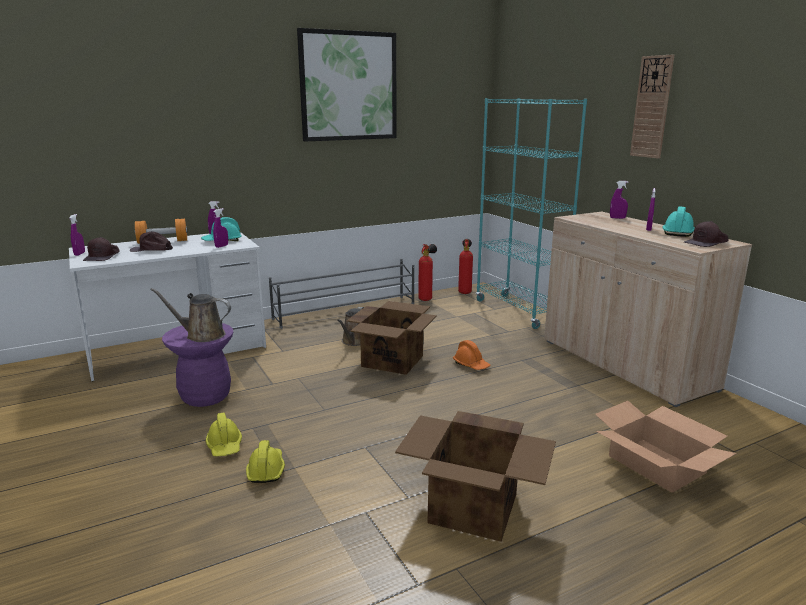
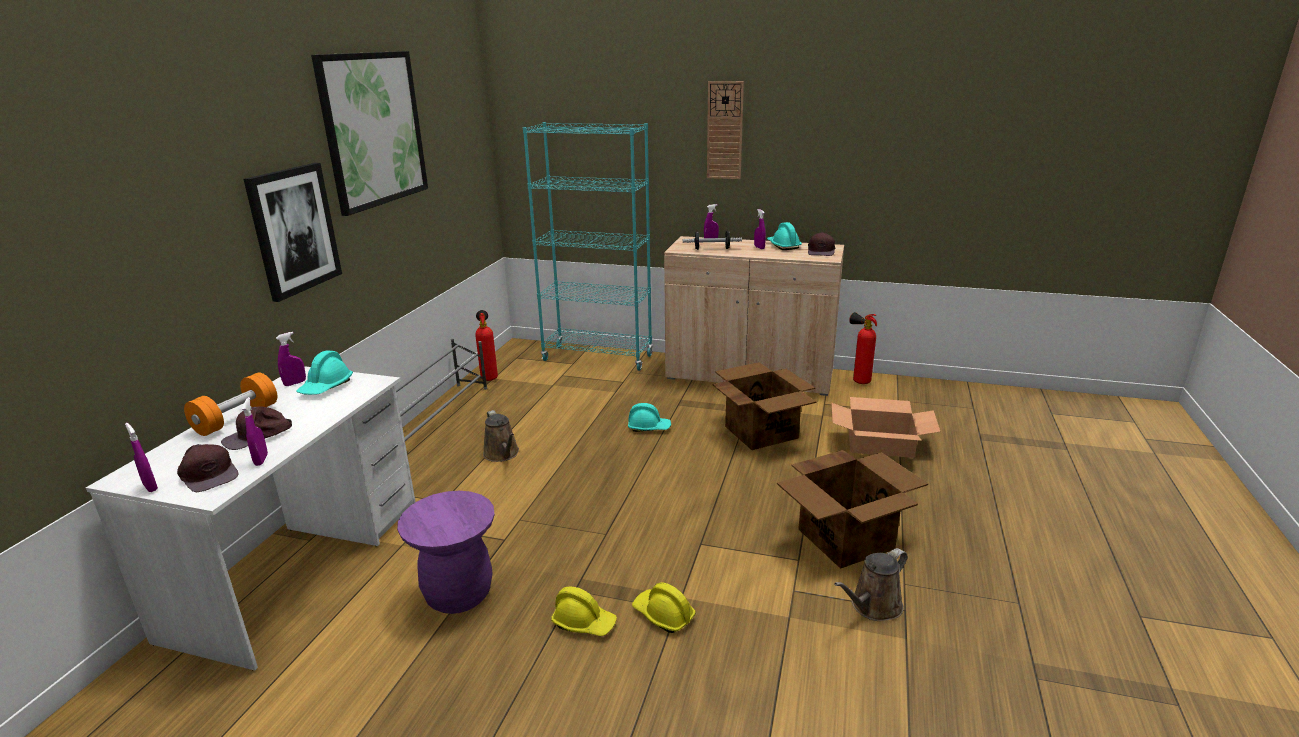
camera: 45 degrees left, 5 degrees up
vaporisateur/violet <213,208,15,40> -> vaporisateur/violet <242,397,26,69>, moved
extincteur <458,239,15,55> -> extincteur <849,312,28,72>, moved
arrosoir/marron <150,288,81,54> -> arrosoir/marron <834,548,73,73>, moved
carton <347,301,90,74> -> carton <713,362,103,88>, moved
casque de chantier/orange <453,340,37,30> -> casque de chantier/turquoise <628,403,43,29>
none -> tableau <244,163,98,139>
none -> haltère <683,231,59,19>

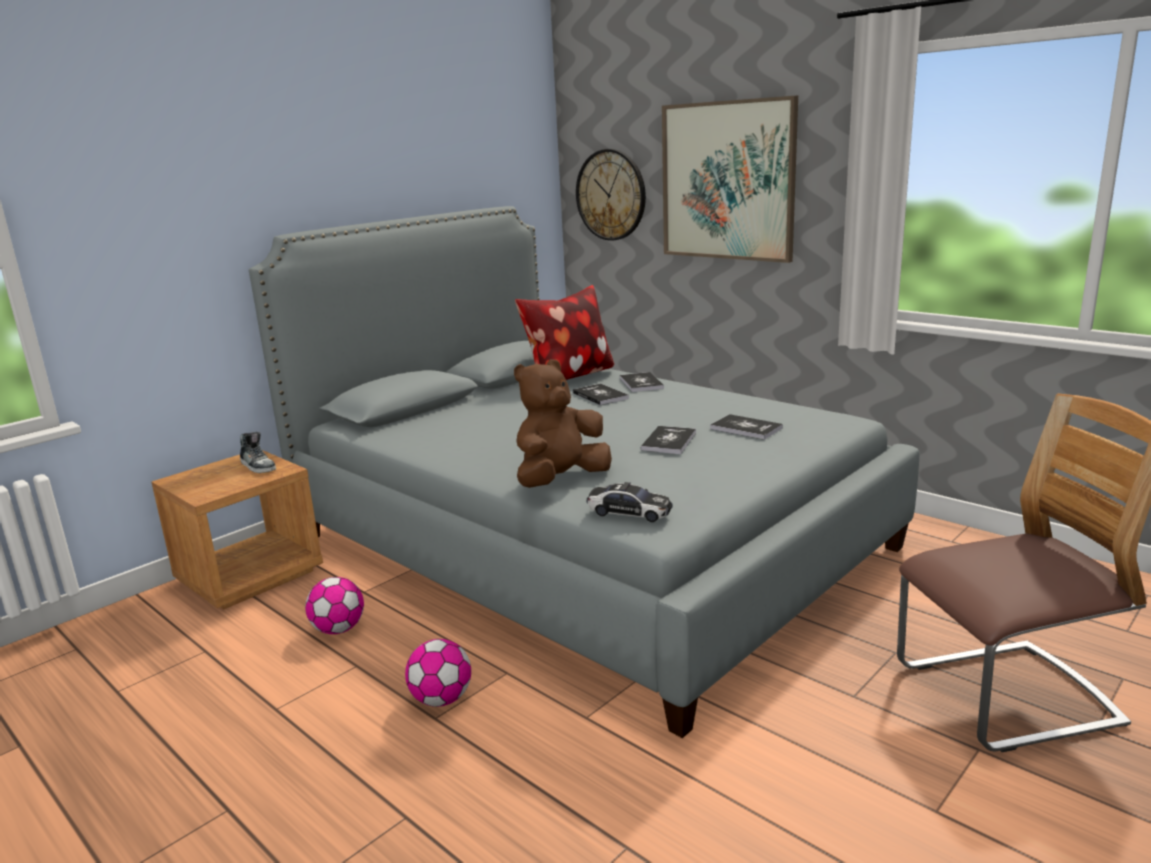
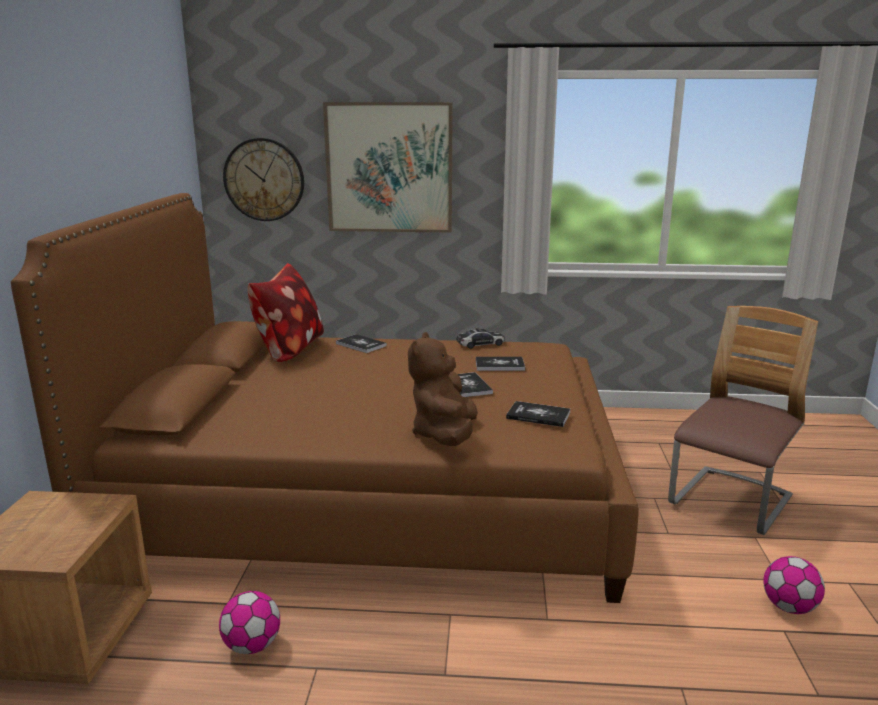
camera: 40 degrees left, 0 degrees up
lit/gris <249,206,671,532> -> lit/marron <11,193,628,410>
livre <573,383,56,22> -> livre <506,401,64,26>, moved
chaussure <240,432,36,41> -> none
petite voiture <586,482,86,40> -> petite voiture <456,328,49,21>, moved
ballon de foot <405,639,66,68> -> ballon de foot <763,556,62,58>, moved

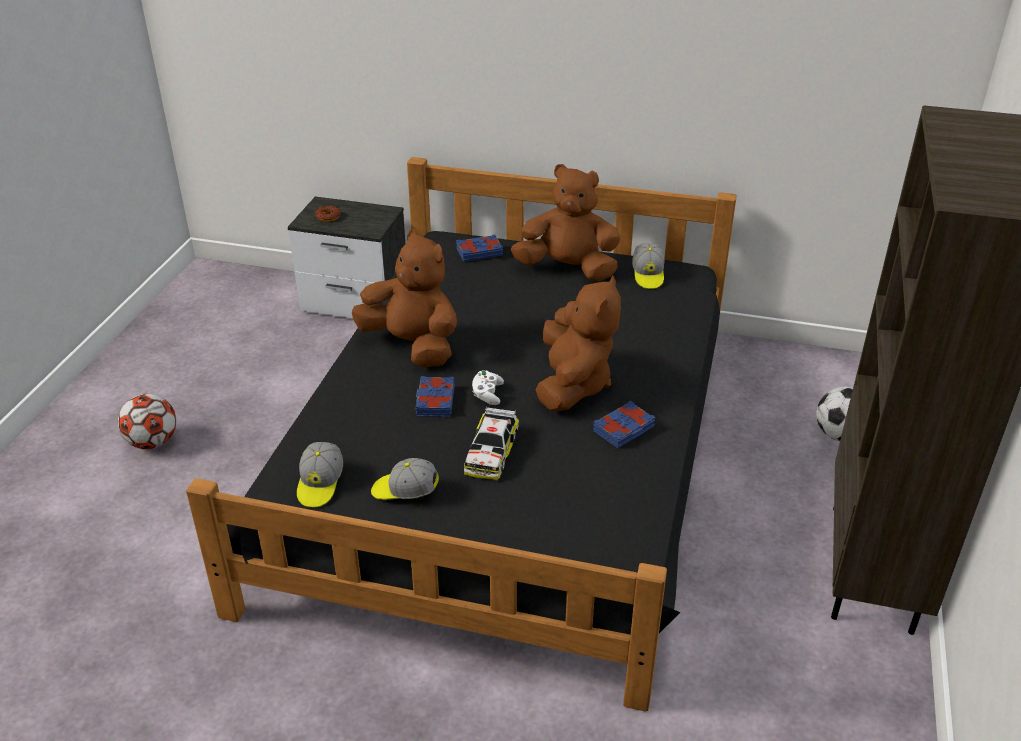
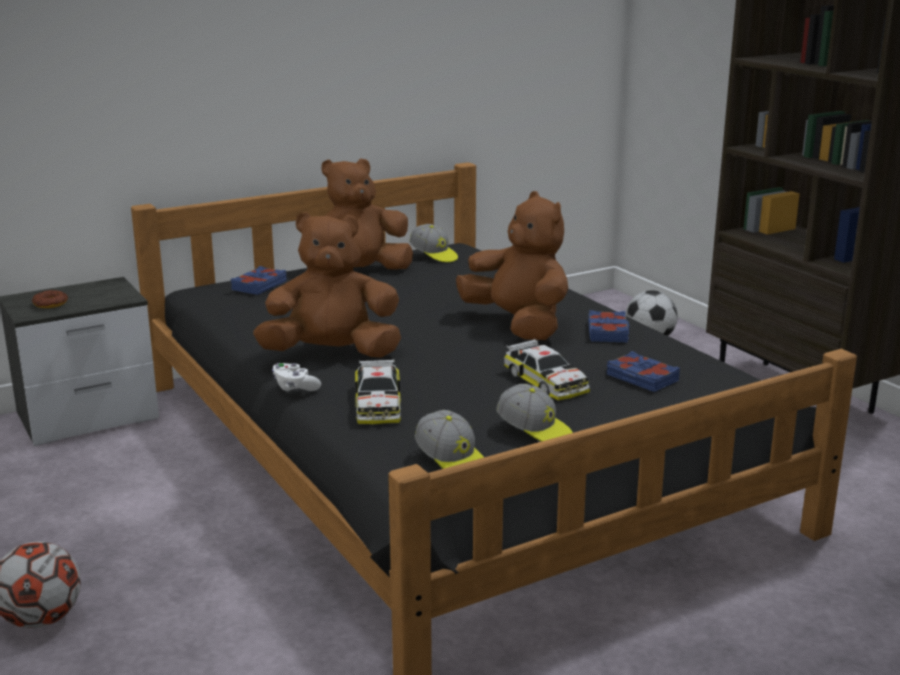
camera: 45 degrees left, 15 degrees down
manette/blanc <472,370,32,35> -> manette/blanc <272,363,49,28>, moved
livre/bleu <416,376,39,41> -> livre/bleu <607,351,73,41>, moved
casquette <371,458,68,42> -> casquette <496,384,77,58>, 105 degrees counterclockwise
none -> petite voiture <355,360,46,64>

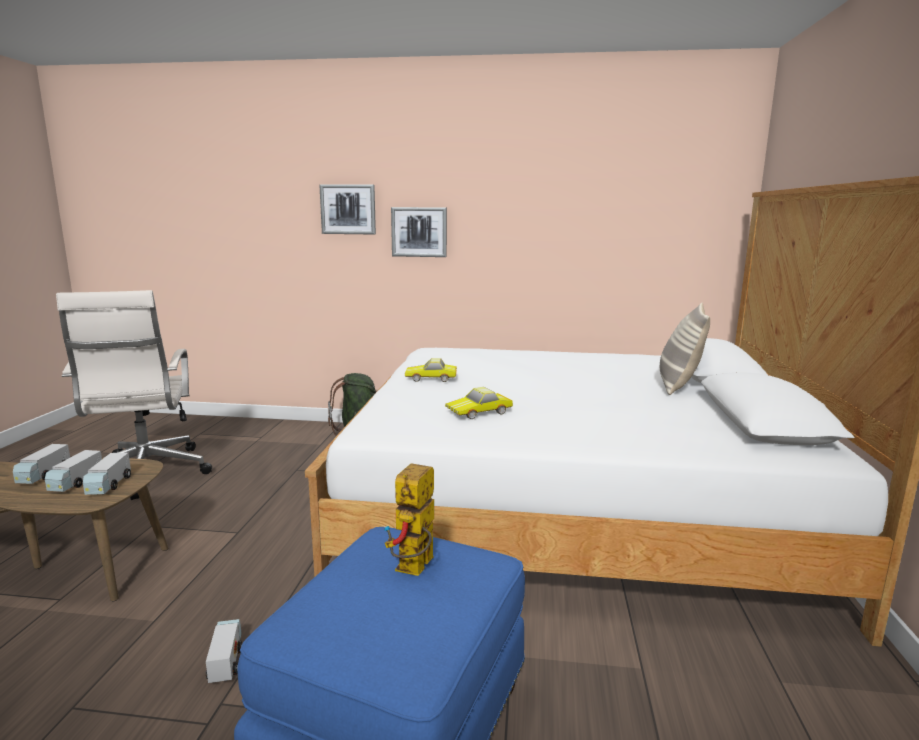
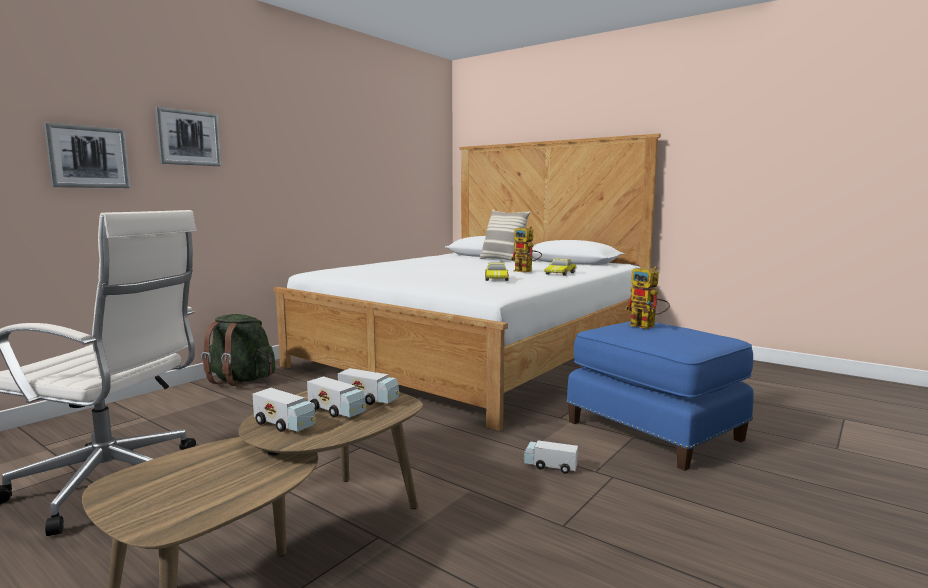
camera: 60 degrees left, 5 degrees down
tableau <391,207,56,50> -> tableau <44,123,86,65>, moved
petite voiture <405,358,52,24> -> petite voiture <544,258,33,18>, moved
none -> robot jouet <511,226,31,47>

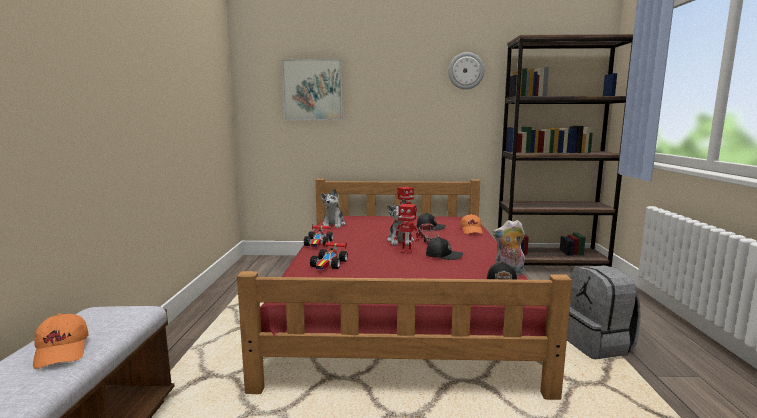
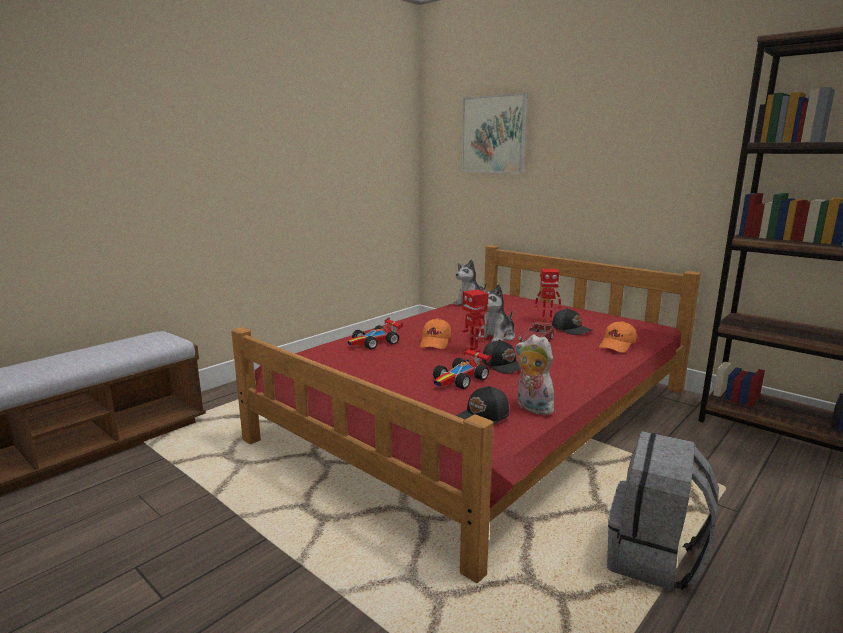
camera: 40 degrees right, 5 degrees up
horloge murale <449,52,35,38> -> none
petite voiture <304,225,29,22> -> petite voiture <433,347,58,42>, moved
casquette/orange <33,313,55,56> -> casquette/orange <420,318,31,31>, moved

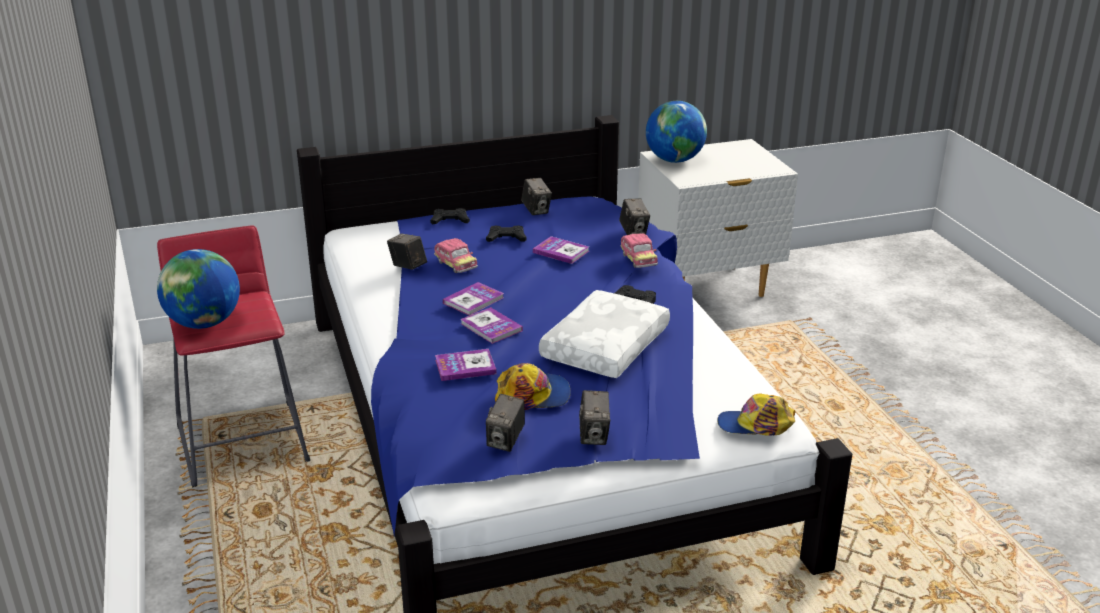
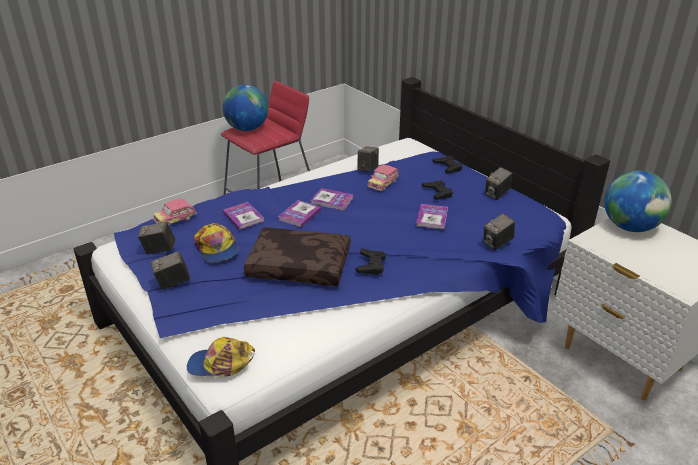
camera: 70 degrees right, 5 degrees up
petite voiture <621,233,37,35> -> petite voiture <153,199,44,27>, moved
coussin/blanc <539,290,131,88> -> coussin/marron <244,227,106,59>
casquette <717,393,79,43> -> casquette <187,337,68,40>, 75 degrees counterclockwise

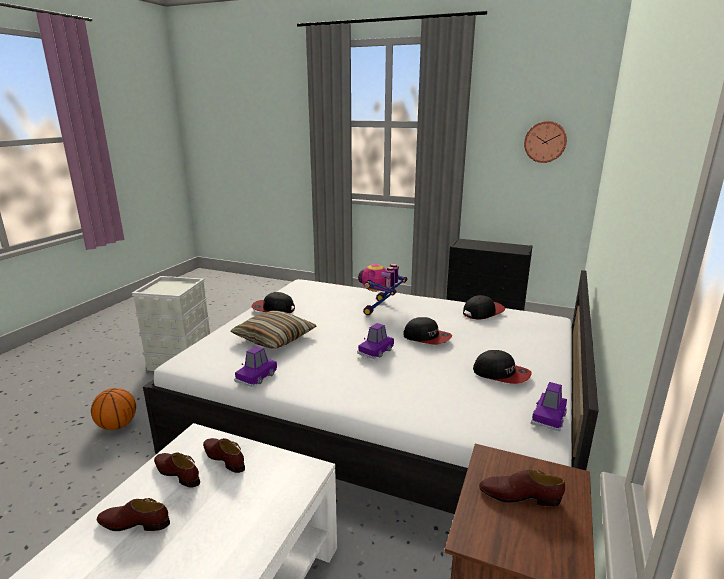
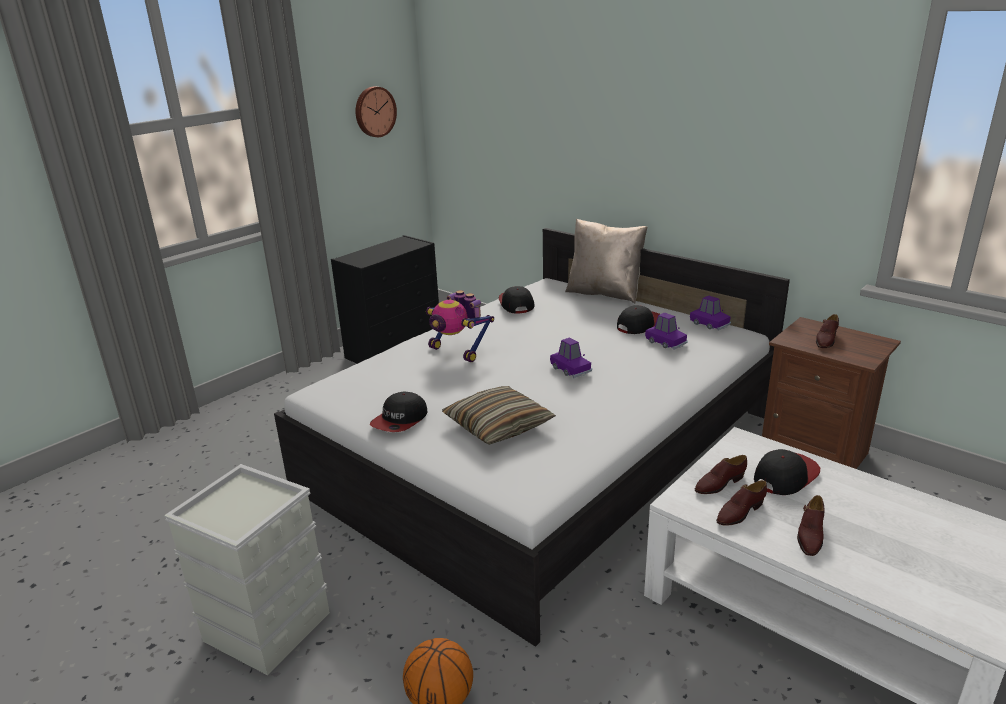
camera: 70 degrees left, 5 degrees up
casquette <403,317,49,27> -> casquette <754,449,66,46>, moved
petite voiture/violet <234,346,43,41> -> petite voiture/violet <645,312,43,38>, moved
none -> coussin/beige <565,219,83,84>

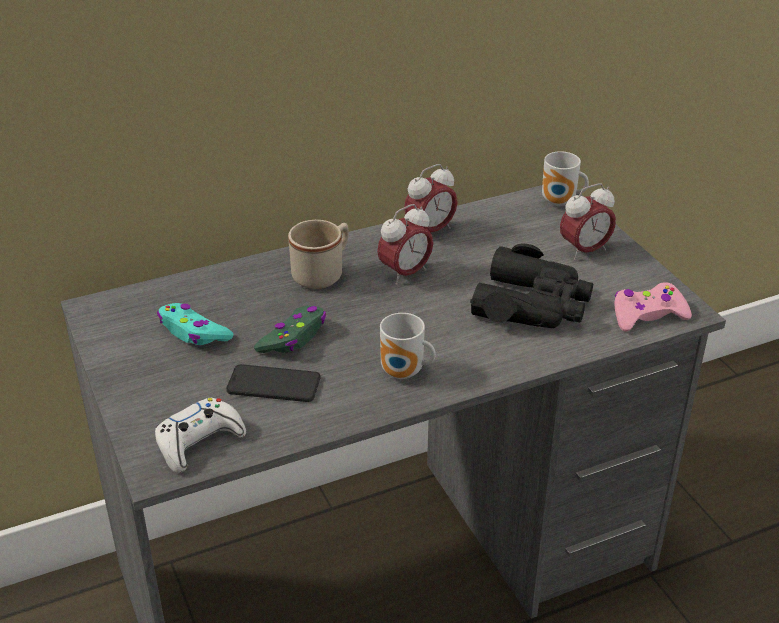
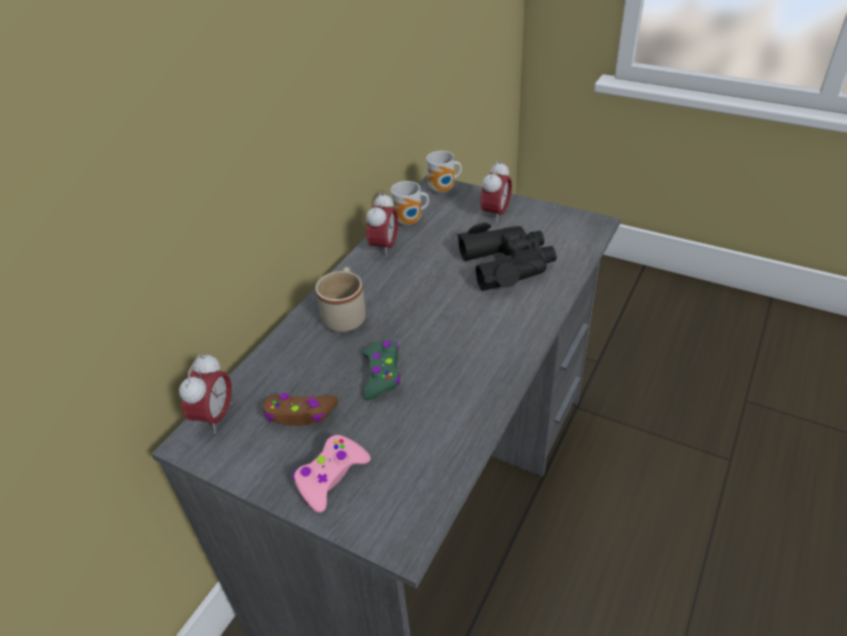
camera: 35 degrees left, 5 degrees up
réveil <377,204,56,81> -> réveil <179,353,53,81>, moved
manette/rose <614,283,78,49> -> manette/rose <293,435,78,78>, moved
manette/turquoise <157,303,77,42> -> manette/marron <263,393,75,33>
mug <380,313,56,66> -> mug <391,181,38,45>, moved
téléphone <226,364,94,38> -> none
manette/blanc <155,398,91,75> -> none

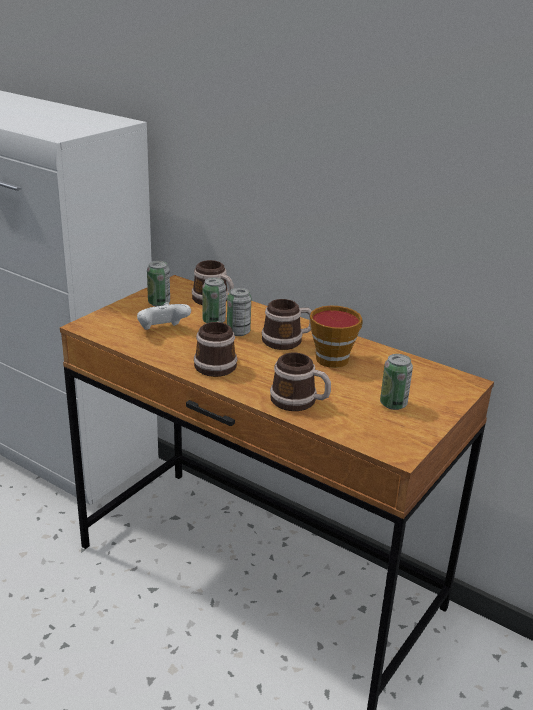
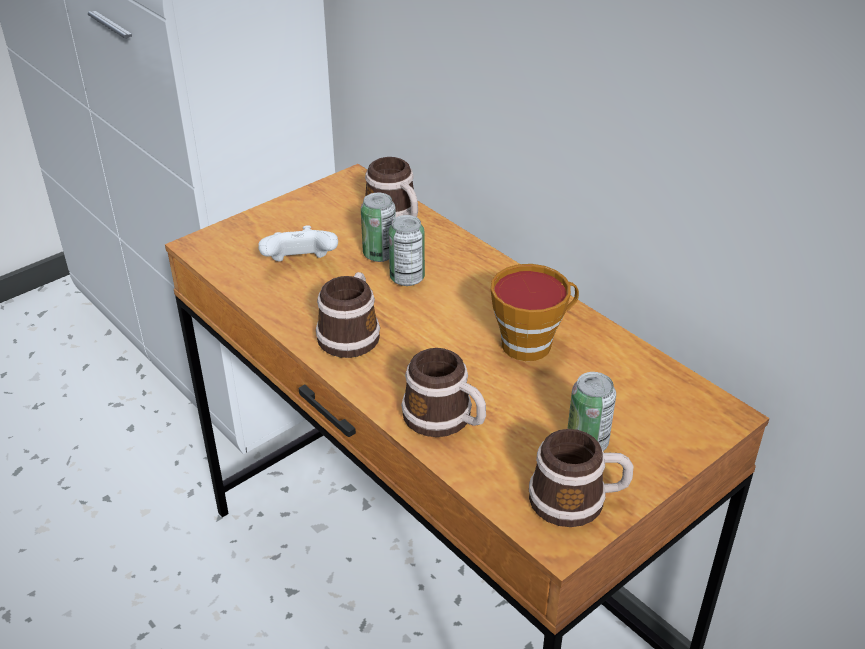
camera: 15 degrees right, 10 degrees up
boîte métallique <147,261,23,45> -> none
mug <262,299,50,51> -> mug <529,429,104,98>, moved

